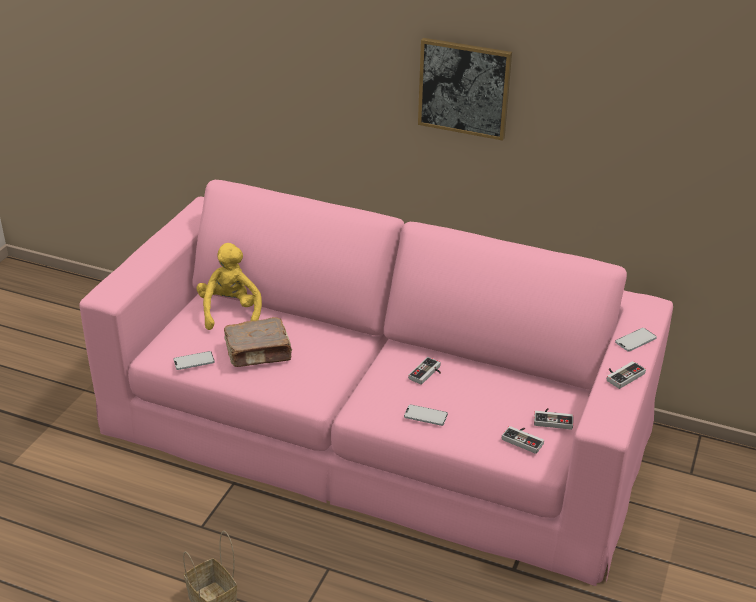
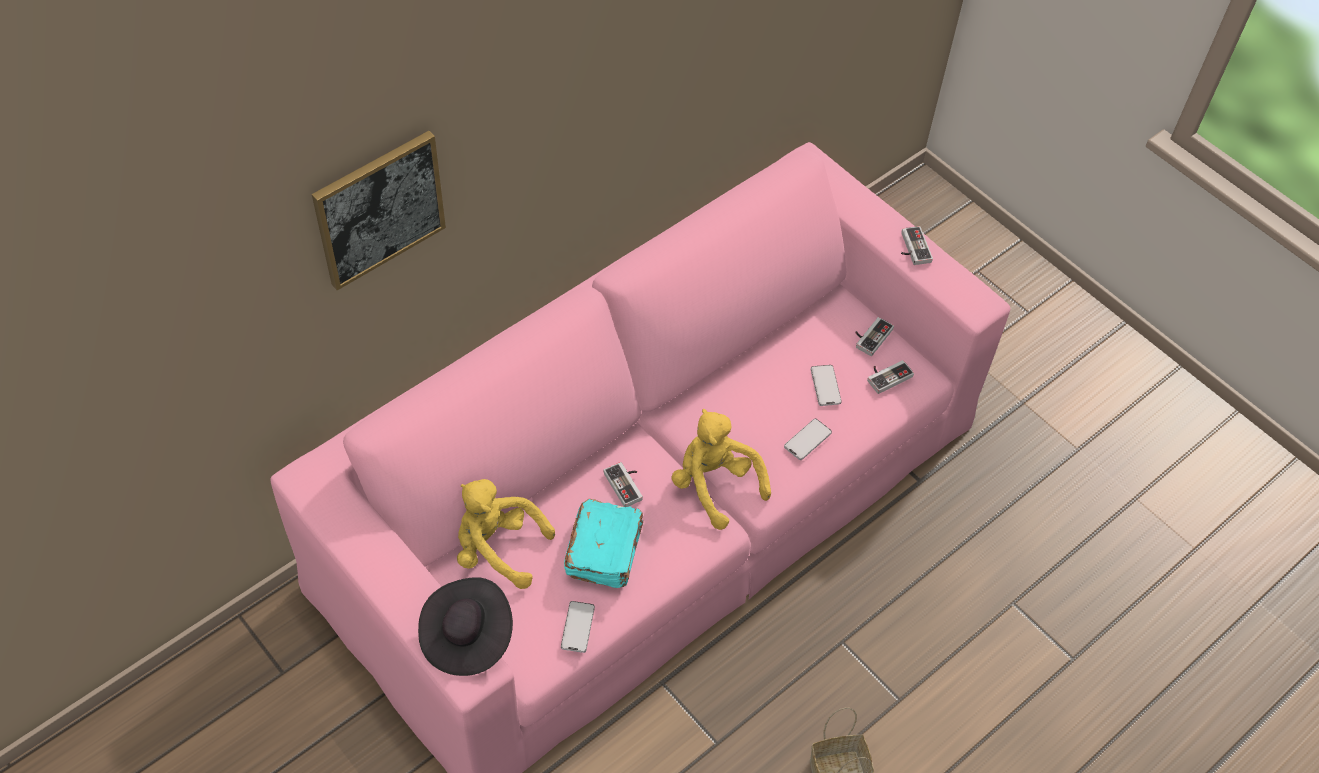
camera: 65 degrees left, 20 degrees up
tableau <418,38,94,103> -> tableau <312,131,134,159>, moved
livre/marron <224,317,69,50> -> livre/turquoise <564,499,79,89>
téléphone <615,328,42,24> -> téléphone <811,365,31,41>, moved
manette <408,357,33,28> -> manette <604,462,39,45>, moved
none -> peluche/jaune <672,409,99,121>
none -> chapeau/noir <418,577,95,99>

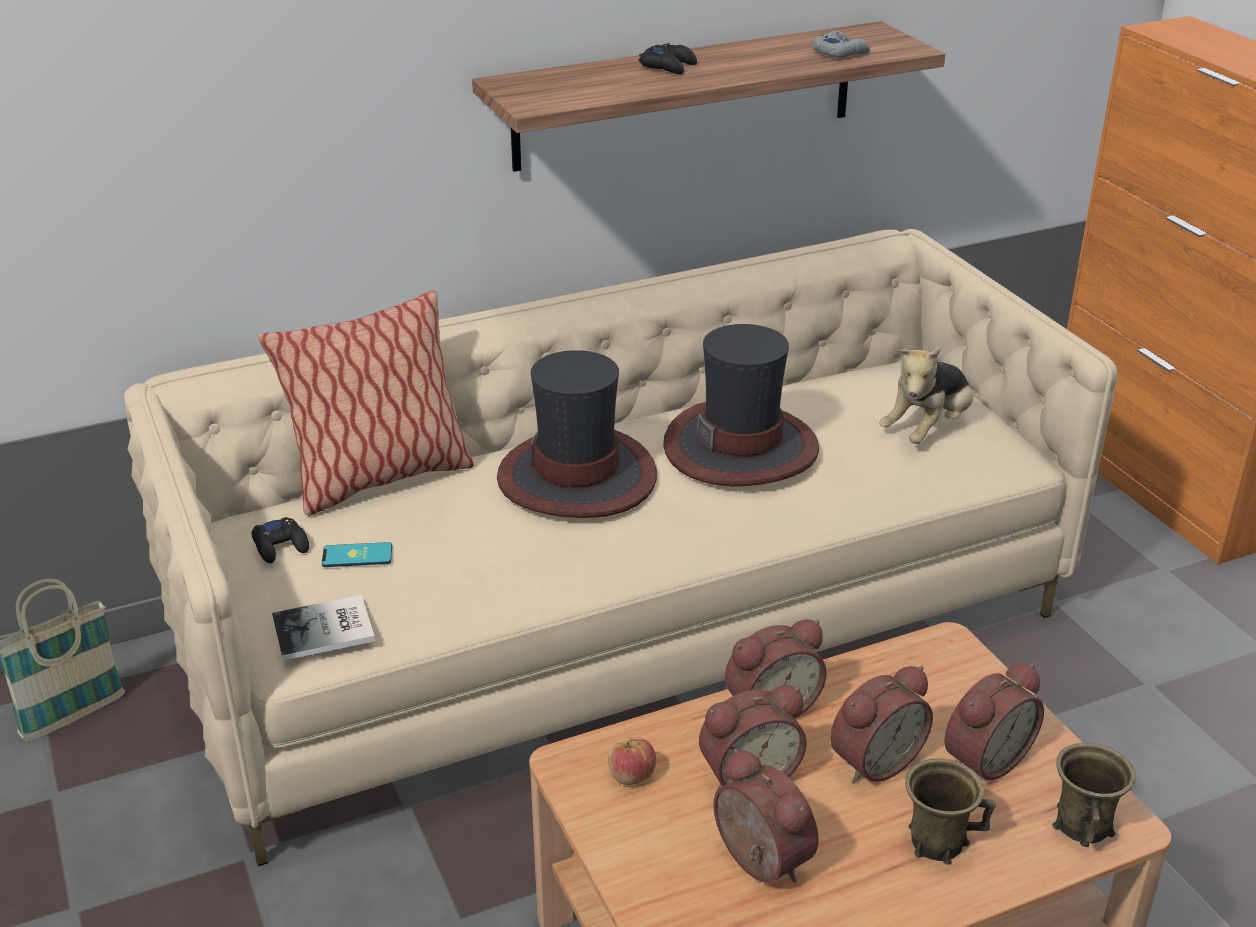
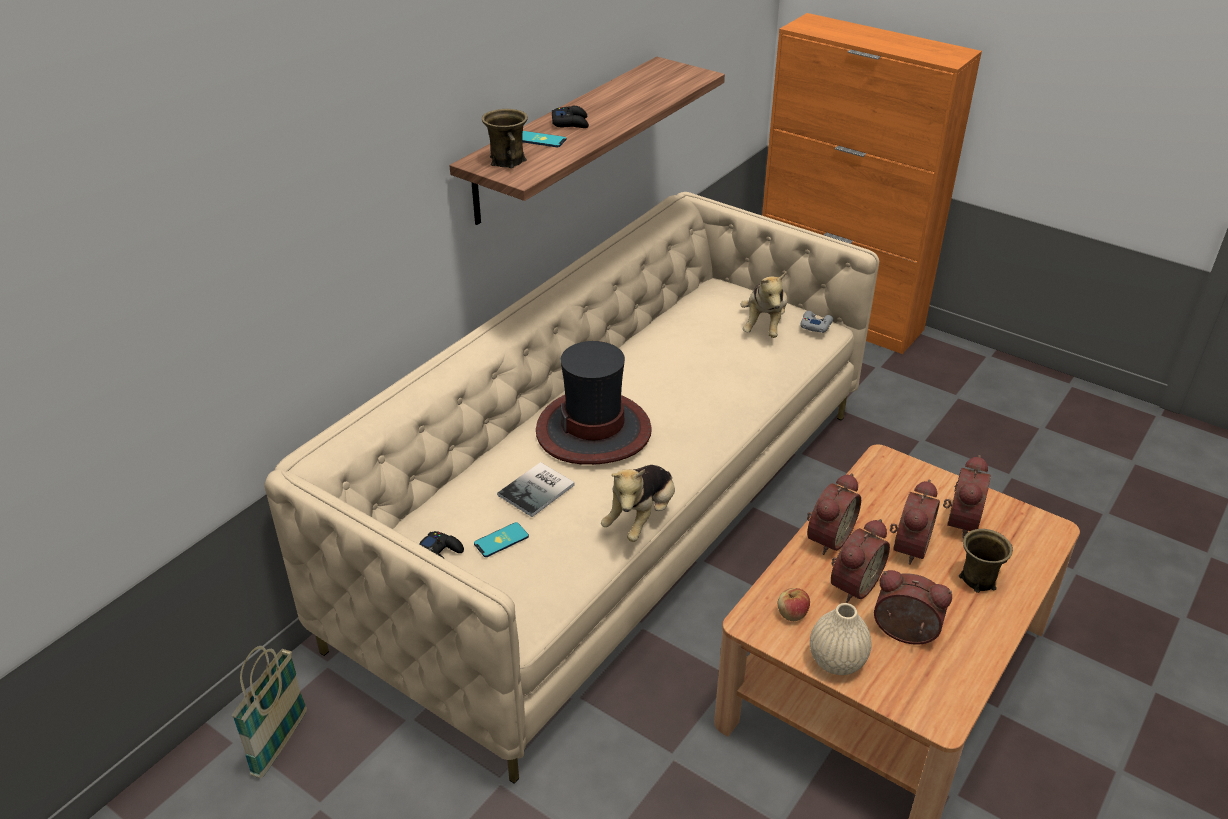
camera: 30 degrees left, 5 degrees up
manette/gris <812,31,58,27> -> manette/gris <801,311,32,22>, moved
coussin <258,291,216,225> -> none
chapeau <663,324,156,162> -> none
livre <272,595,103,66> -> livre <497,462,78,55>, moved
mug/marron <1052,743,84,104> -> mug/marron <482,109,46,59>, moved
none -> téléphone <522,131,44,16>
none -> peluche <601,465,74,77>
none -> vase/beige <810,603,62,72>

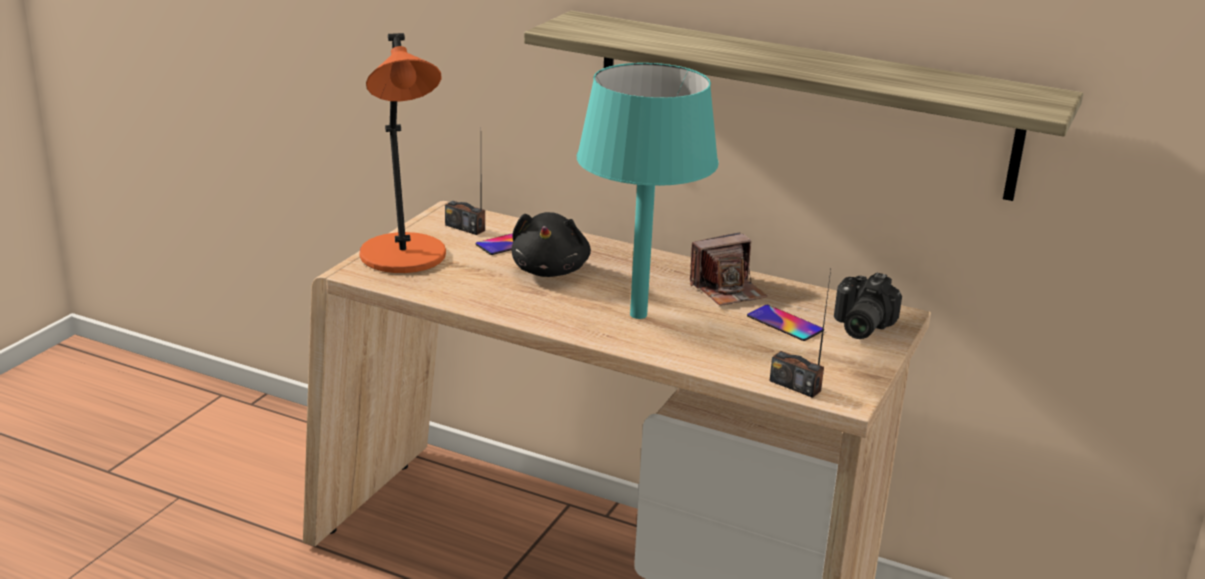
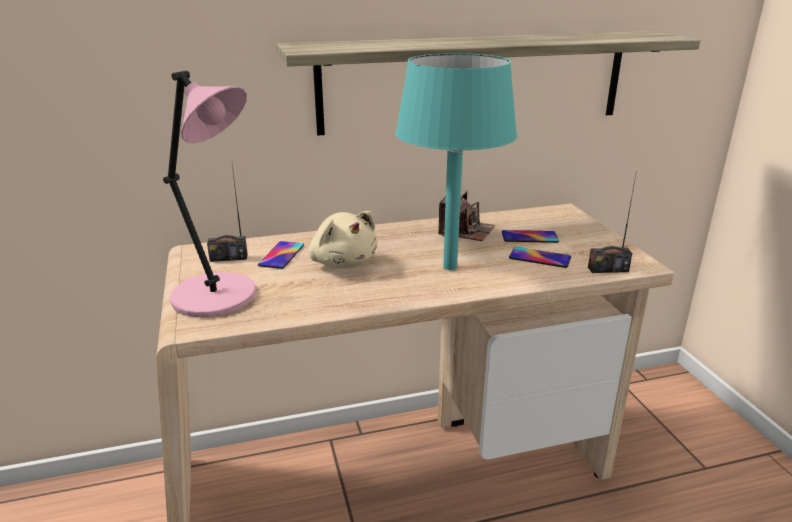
camera: 40 degrees left, 0 degrees up
lampe de table/orange <359,33,87,240> -> lampe de table/rose <163,71,93,246>
peluche/noir <512,212,79,65> -> peluche/beige <309,211,69,58>
appareil photo <834,273,68,66> -> none
none -> téléphone <509,247,62,21>

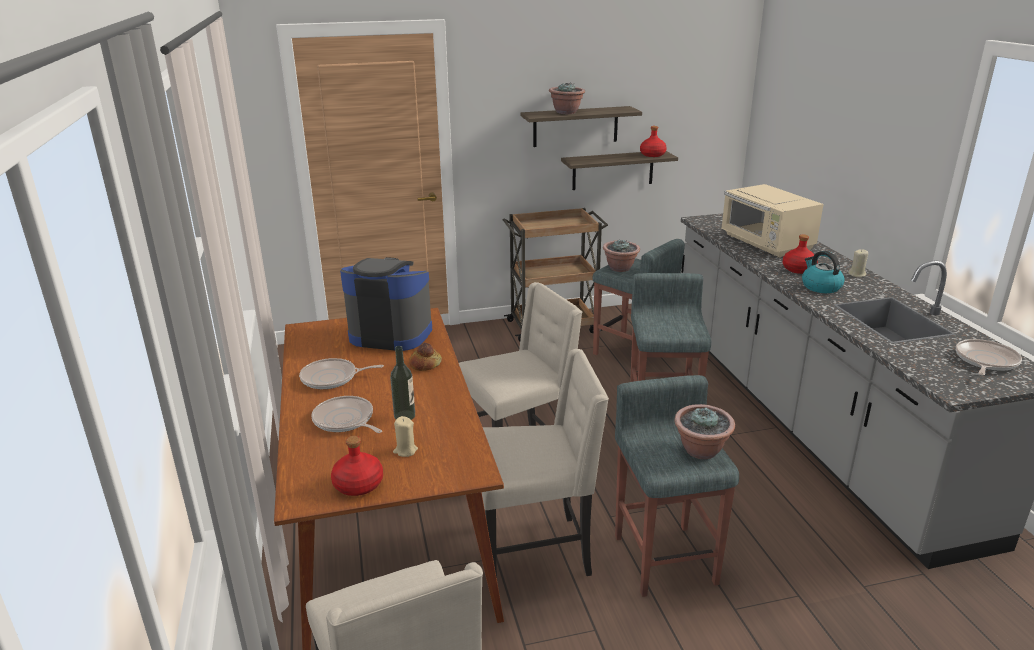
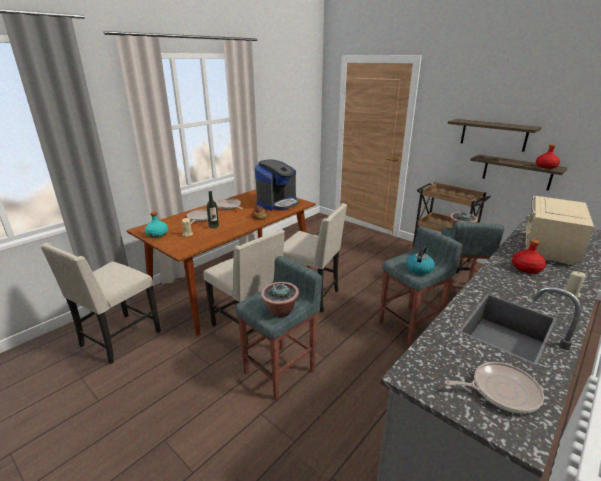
camera: 55 degrees right, 0 degrees up
plante en pot <549,82,36,32> -> none
bouilloire <802,251,43,42> -> bouilloire <406,245,29,30>, moved
machine à café <340,257,92,94> -> machine à café <255,160,44,51>, 60 degrees clockwise
bouteille/rouge <331,436,52,60> -> bouteille/turquoise <145,212,23,26>

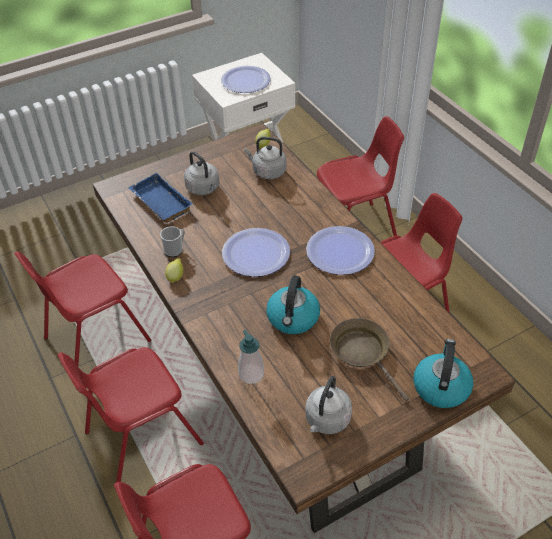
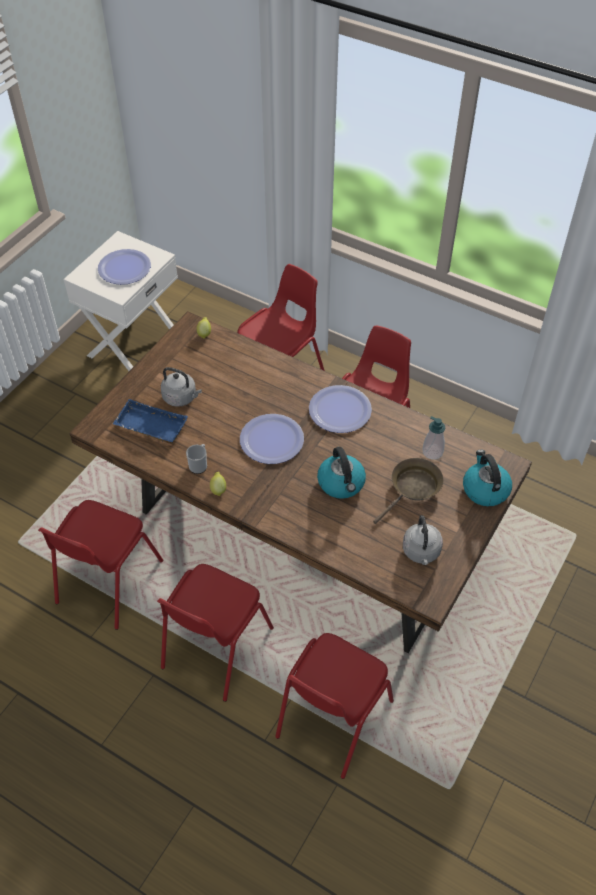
camera: 30 degrees left, 5 degrees up
bouilloire/gris <244,137,43,42> -> none
poêle/marron <330,318,79,83> -> poêle/marron <373,458,71,66>, 105 degrees clockwise
distributeur de savon <238,330,26,54> -> distributeur de savon <422,416,23,44>, moved

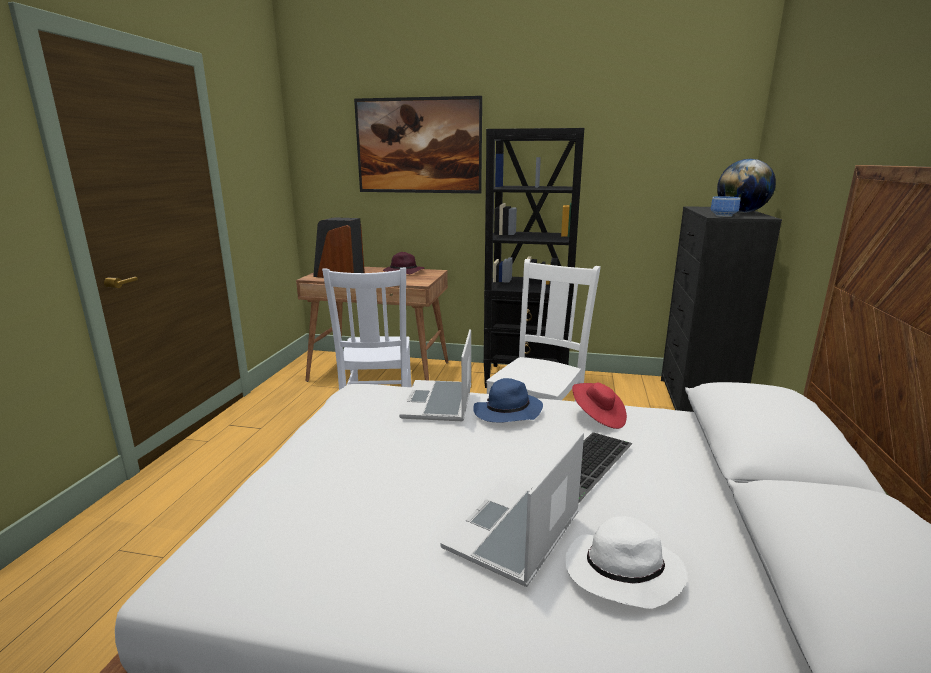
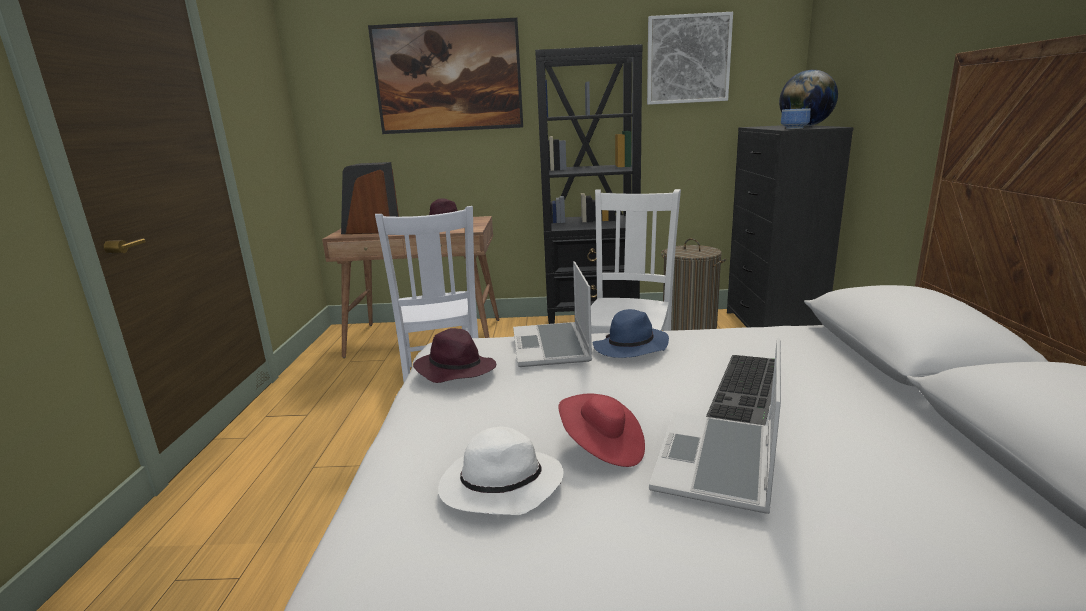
camera: 10 degrees left, 0 degrees up
chapeau/rouge <572,383,55,46> -> chapeau/rouge <558,394,87,73>, moved
chapeau/blanc <565,516,122,93> -> chapeau/blanc <439,427,125,88>, moved
none -> tableau <647,12,86,93>
none -> panier à linge <661,238,65,93>
none -> chapeau/violet <413,328,83,55>

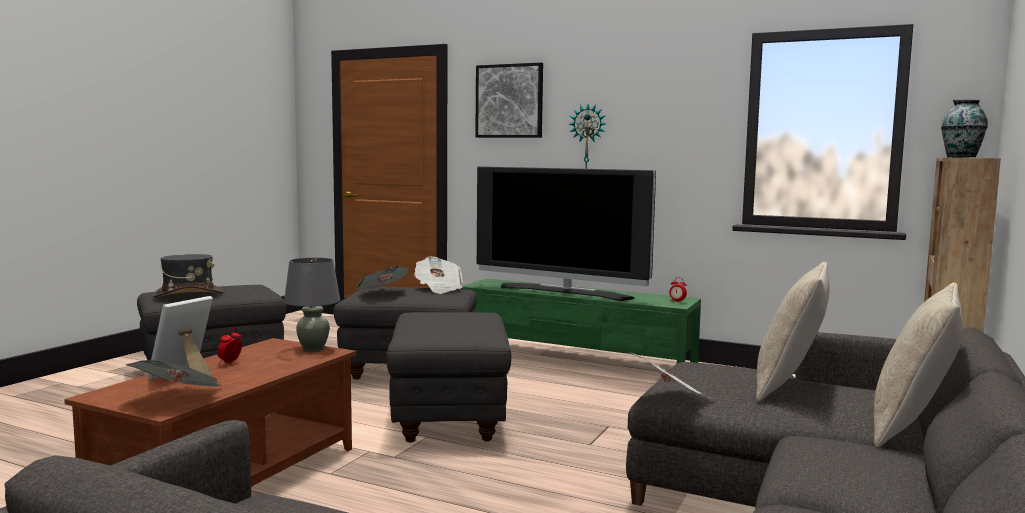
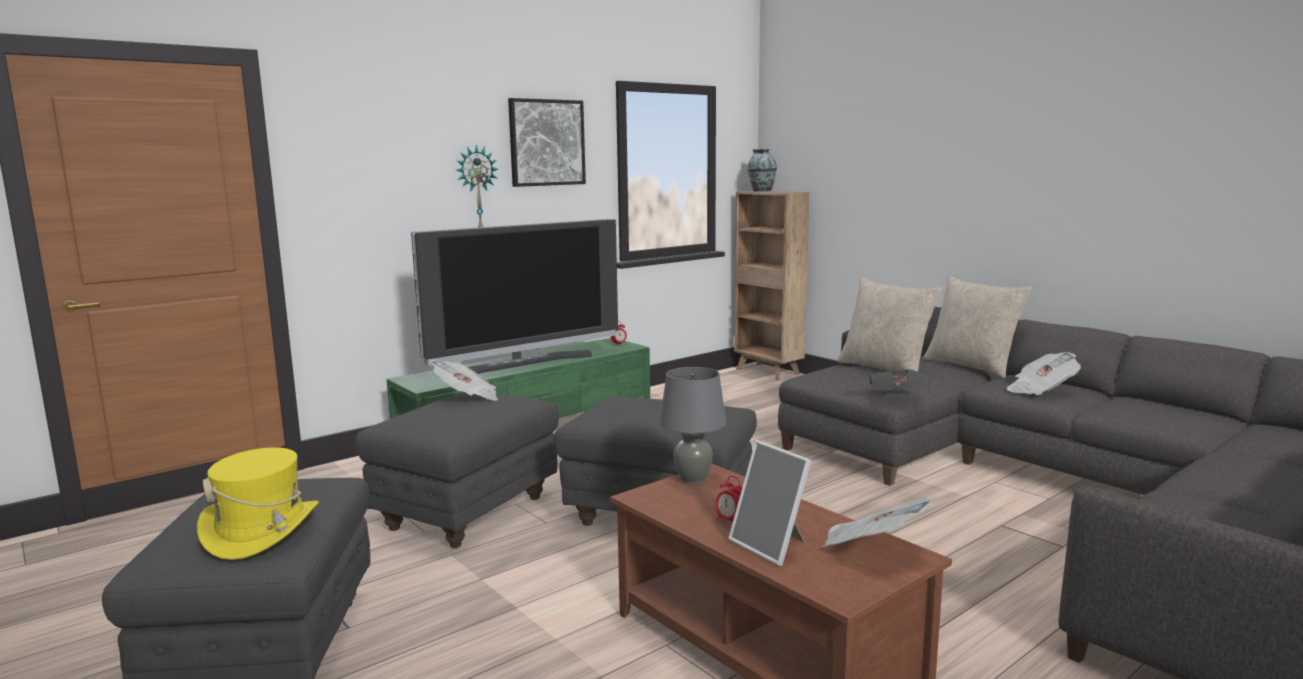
camera: 65 degrees left, 5 degrees up
tableau <475,63,68,75> -> tableau <508,98,78,89>, moved
chapeau/gris <152,254,71,43> -> chapeau/jaune <197,447,122,113>
journal <356,266,53,24> -> journal <1007,352,74,43>, moved

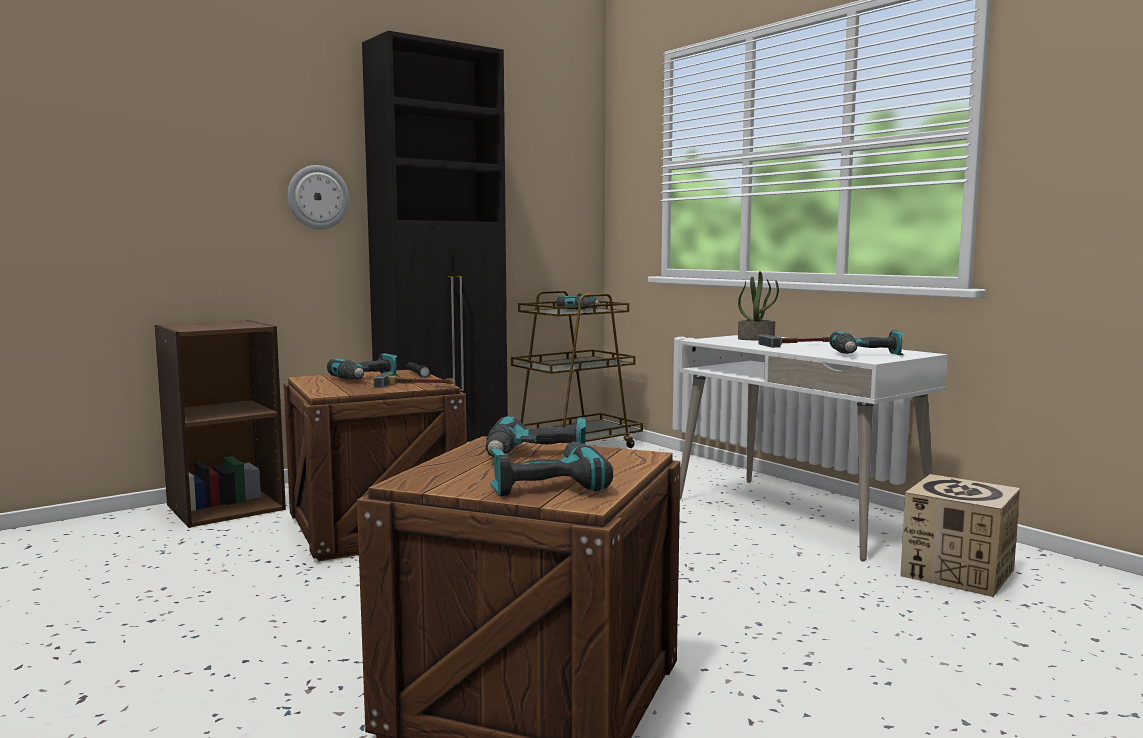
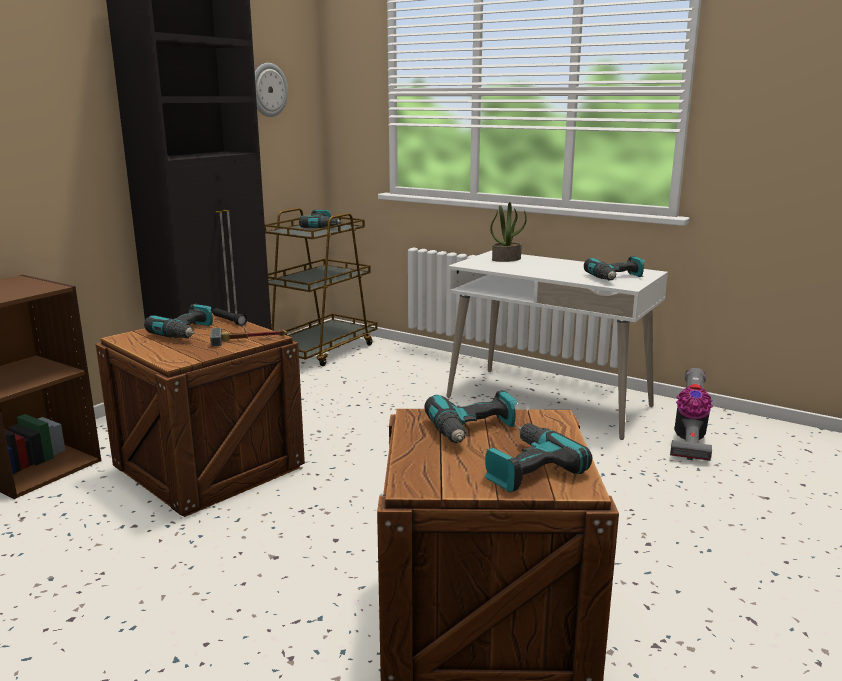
camera: 20 degrees left, 10 degrees up
horloge murale <288,165,61,65> -> horloge murale <255,63,33,54>, moved
marteau <758,335,72,13> -> none
carton <900,474,120,123> -> aspirateur <670,368,43,93>

